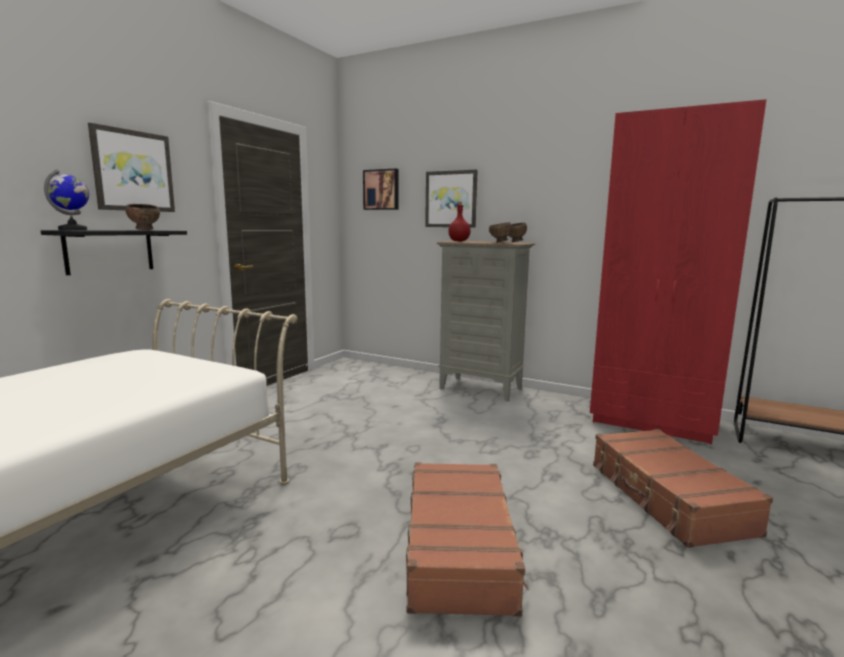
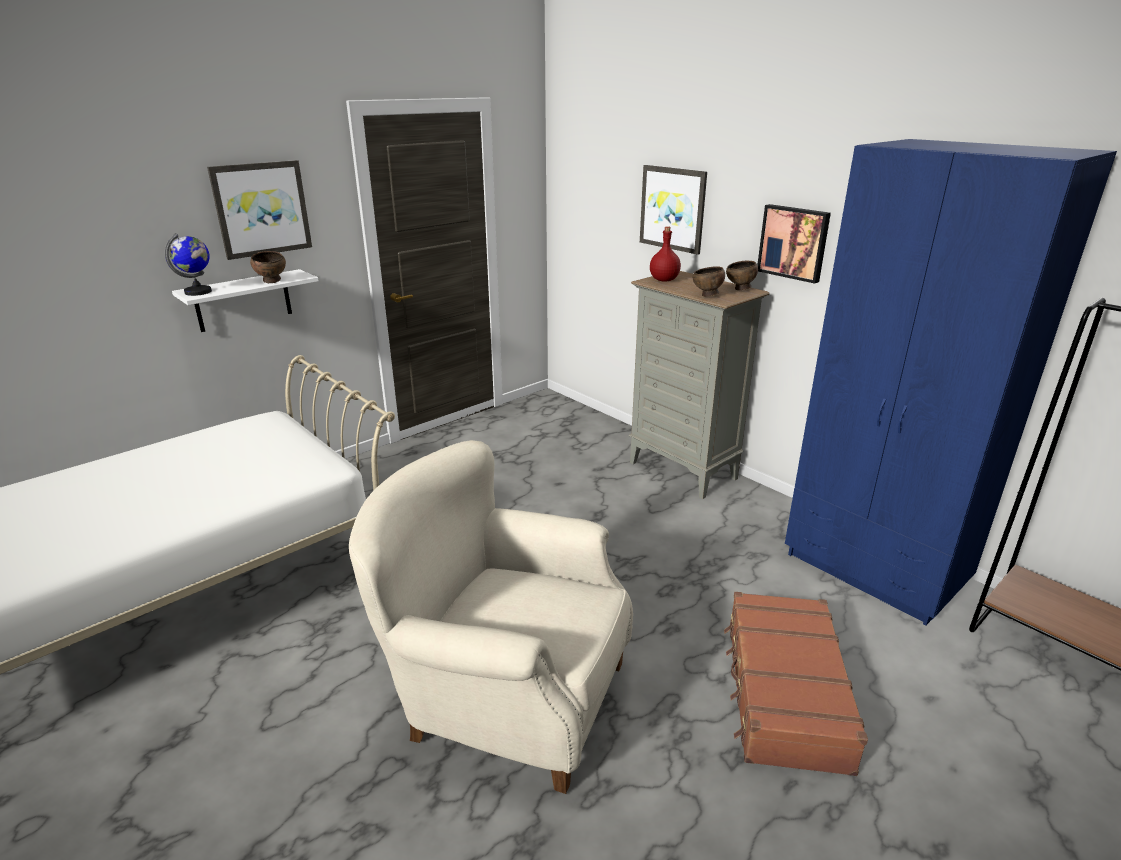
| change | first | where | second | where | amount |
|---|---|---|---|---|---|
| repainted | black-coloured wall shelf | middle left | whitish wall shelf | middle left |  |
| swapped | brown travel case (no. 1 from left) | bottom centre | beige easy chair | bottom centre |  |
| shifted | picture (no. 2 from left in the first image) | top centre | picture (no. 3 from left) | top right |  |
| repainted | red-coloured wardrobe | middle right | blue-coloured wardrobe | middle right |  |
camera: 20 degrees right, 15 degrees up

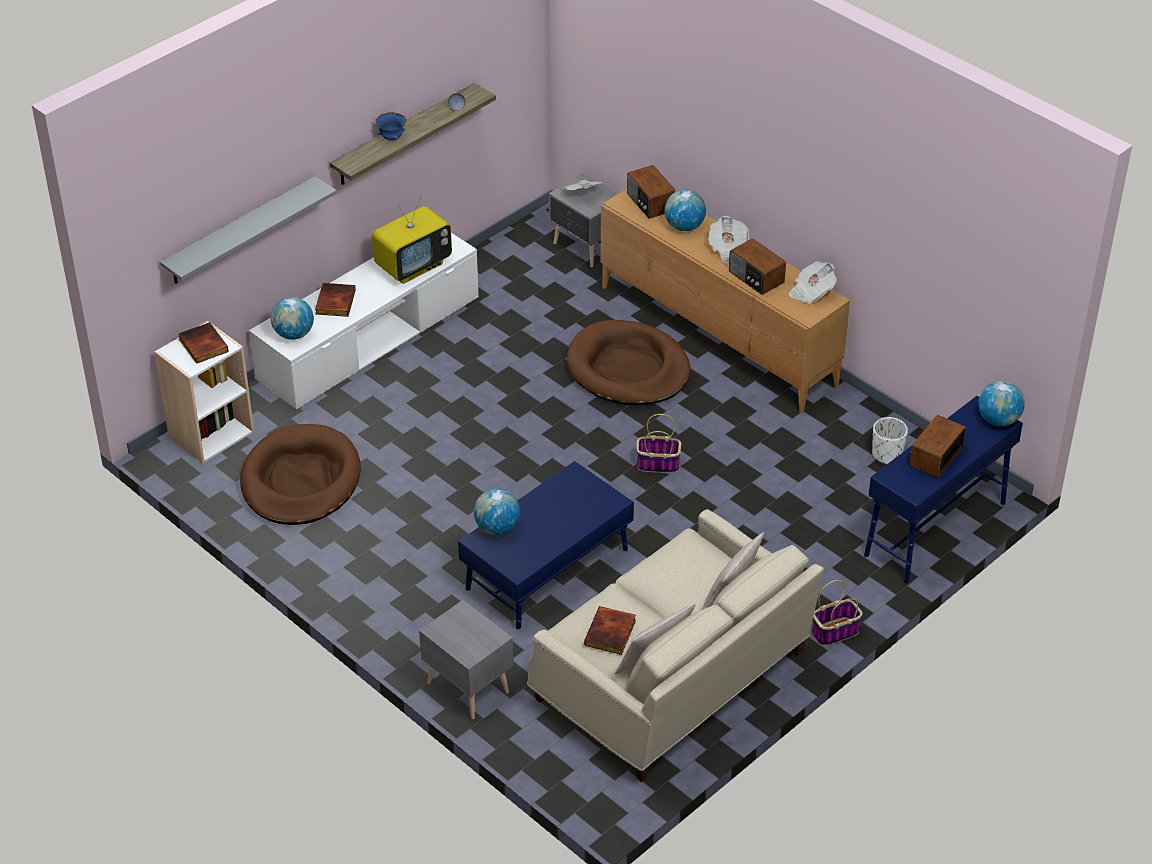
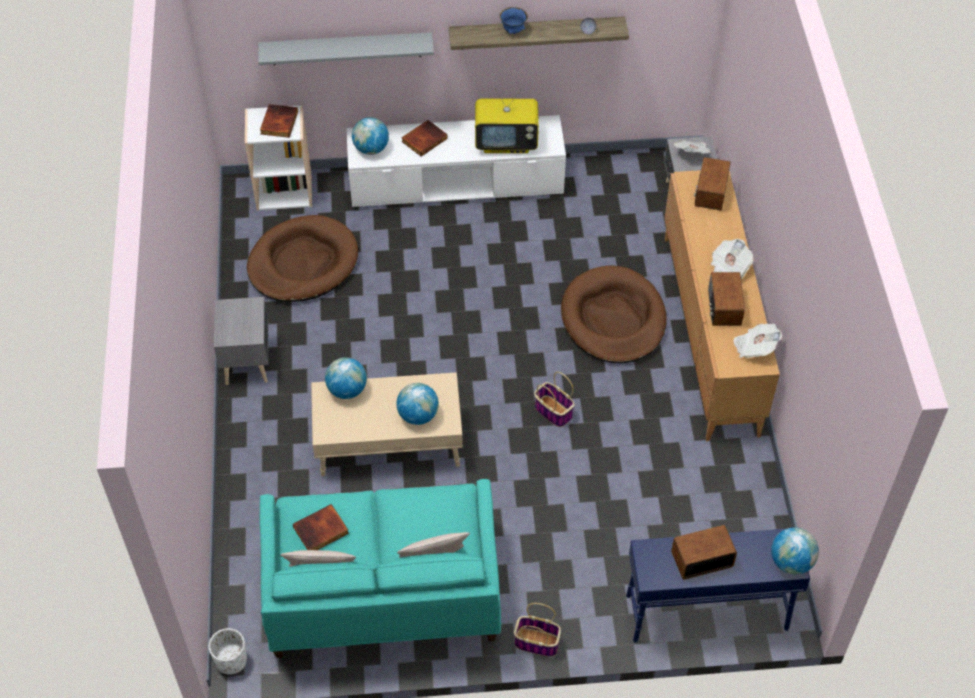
| change | first | where | second | where | amount |
|---|---|---|---|---|---|
| shifted | whitish flower pot | middle right |  | bottom left |  |
| shifted | gray night table (no. 1 from left) | bottom centre |  | middle left |  |
| repainted | beige sofa | bottom centre | blue-green sofa | bottom centre |  |
| repainted | blue-coloured coffee table | centre | beige coffee table | centre |  |
| shifted | world globe (no. 3 from left) | top centre |  | centre |  |
camera: 40 degrees right, 10 degrees up

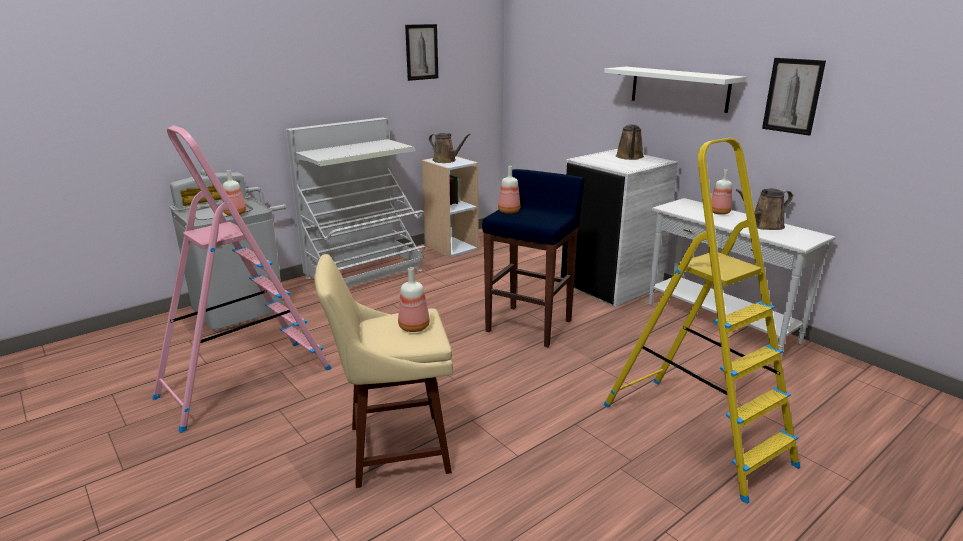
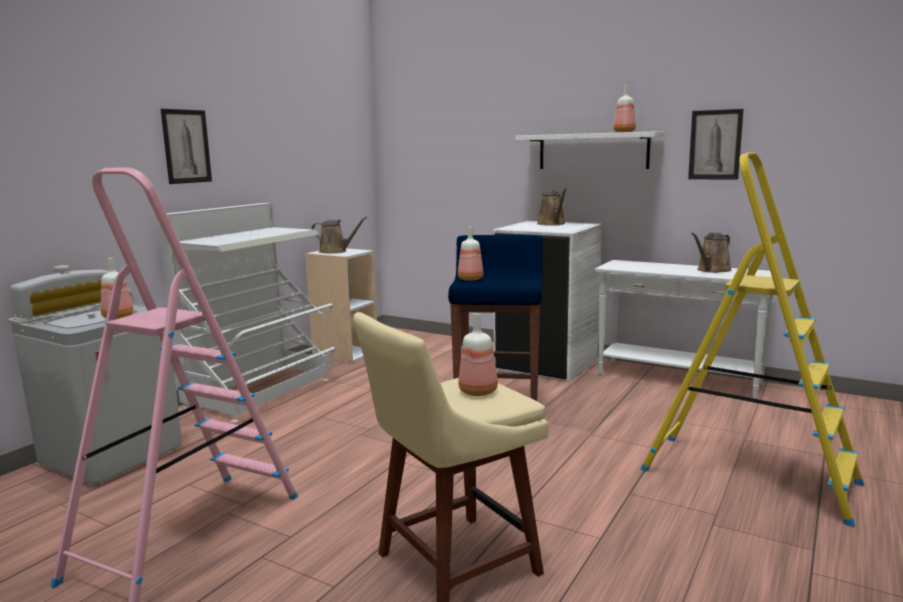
| change | first | where | second | where | amount |
|---|---|---|---|---|---|
| shifted | picture (no. 1 from left) | top centre |  | top left |  |
| shifted | drink bottle (no. 4 from left) | middle right |  | top right |  |
camera: 20 degrees left, 10 degrees down

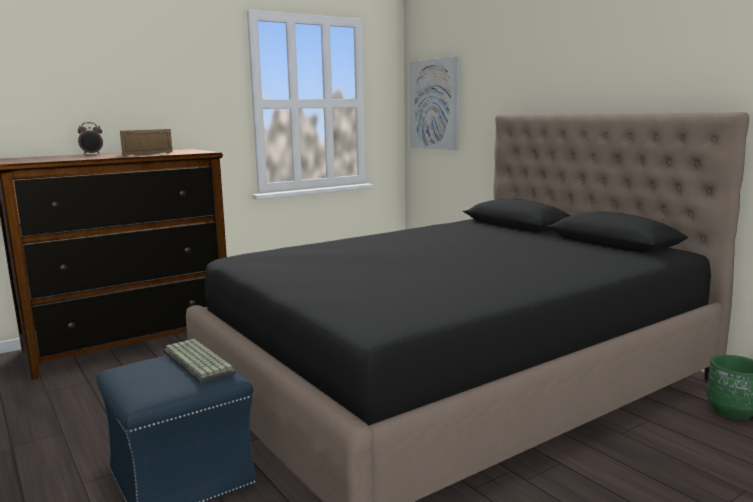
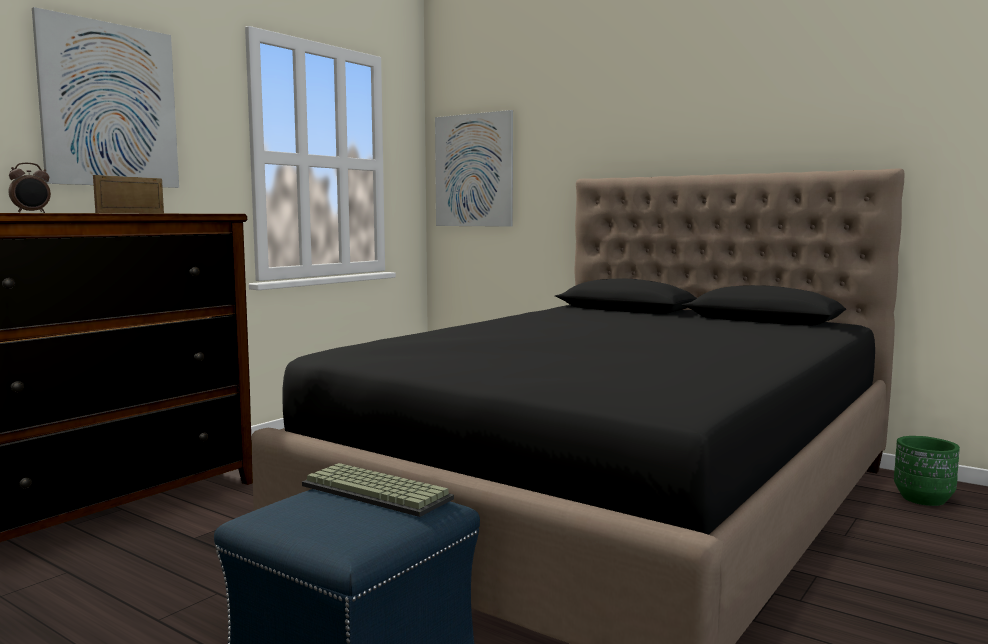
| change | first | where | second | where | amount |
|---|---|---|---|---|---|
| new |  |  | picture (no. 1 from left) | top left |  |
camera: 20 degrees left, 5 degrees down

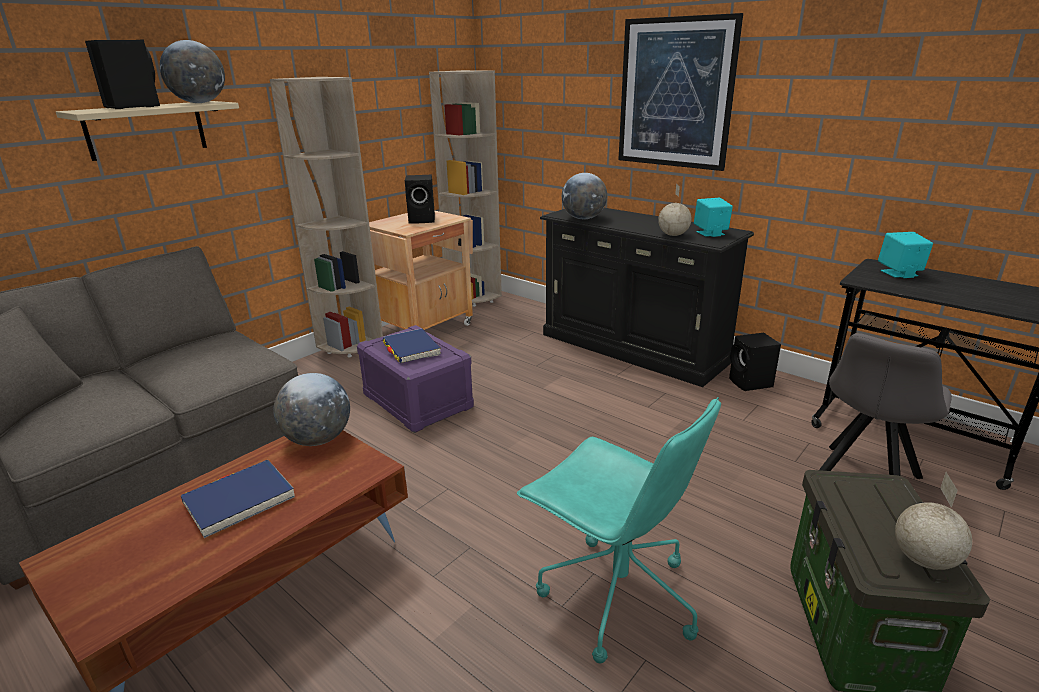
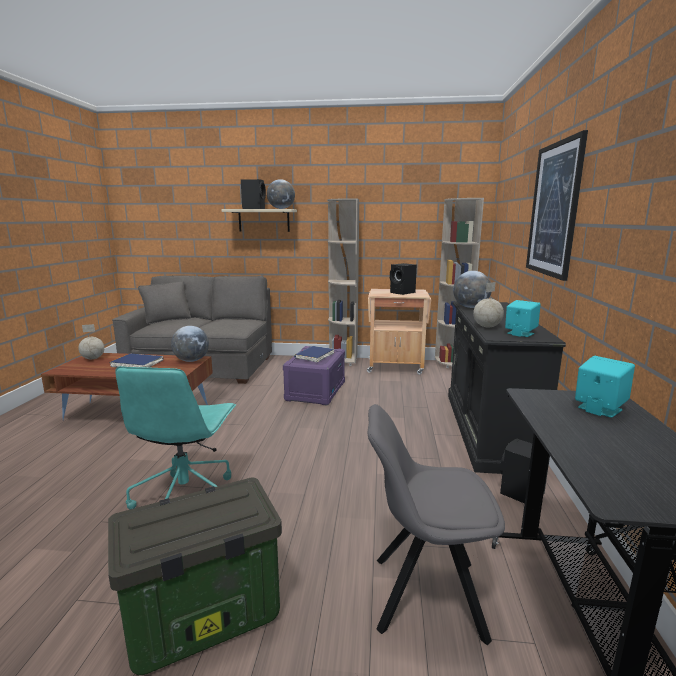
| change | first | where | second | where | amount |
|---|---|---|---|---|---|
| shifted | world globe (no. 5 from left in the first image) | bottom right | world globe (no. 1 from left) | middle left |  |
camera: 55 degrees right, 10 degrees down

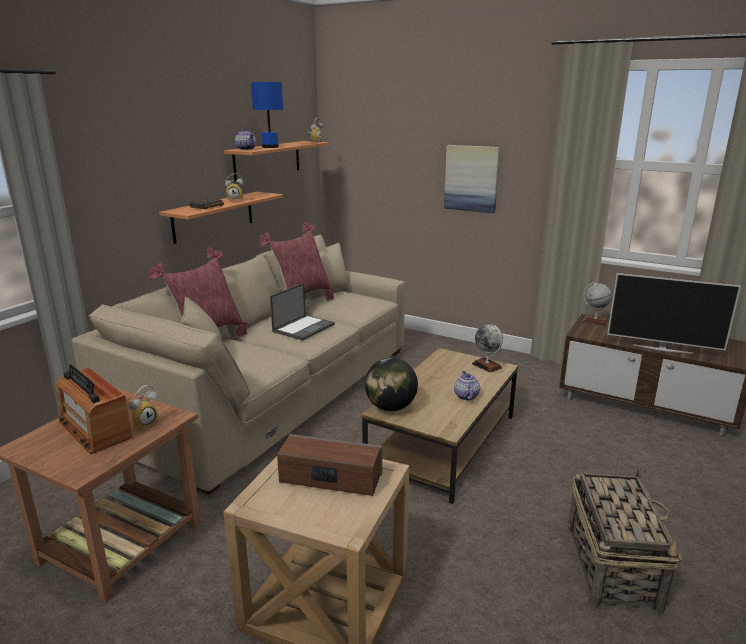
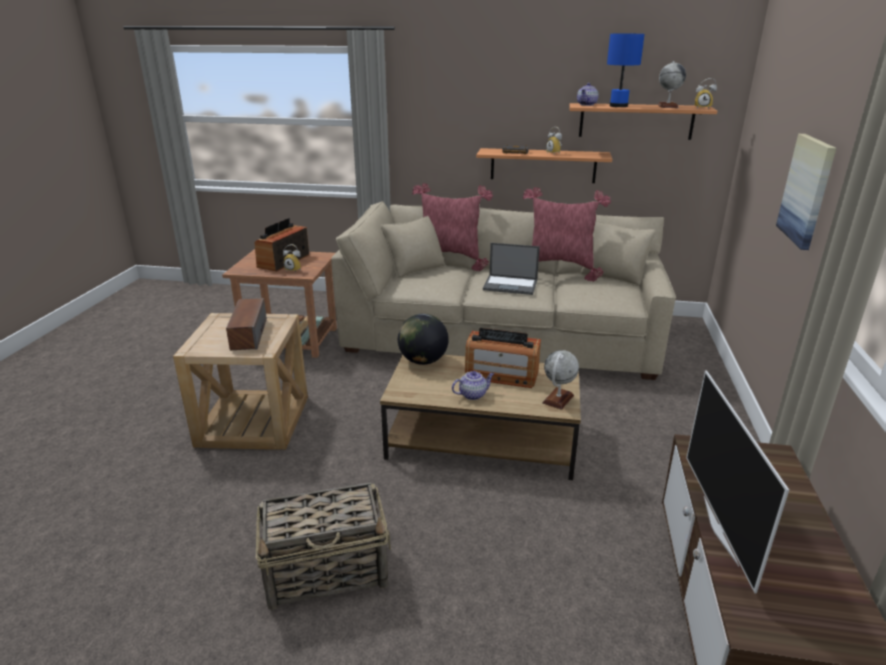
| change | first | where | second | where | amount |
|---|---|---|---|---|---|
| new |  |  | radio receiver (no. 2 from left) | centre |  |
| shifted | world globe (no. 3 from left) | middle right |  | top right |  |
camera: 70 degrees right, 5 degrees up

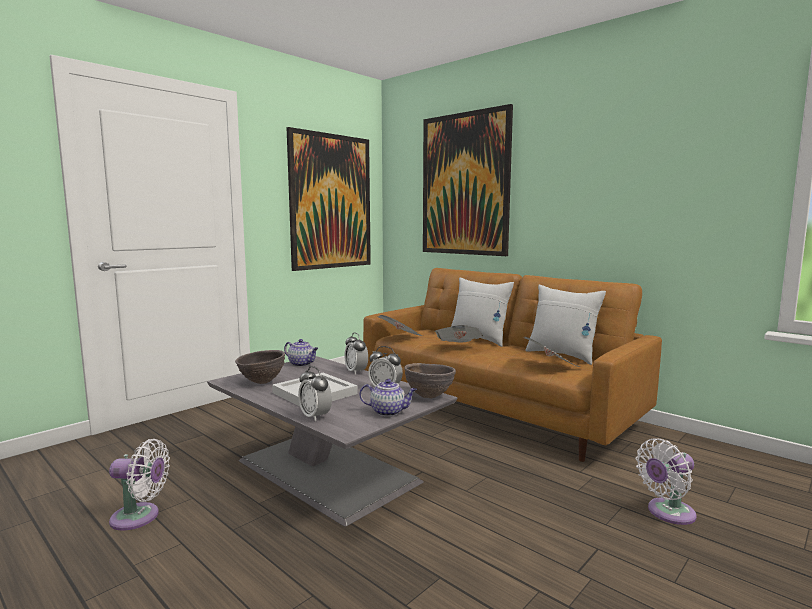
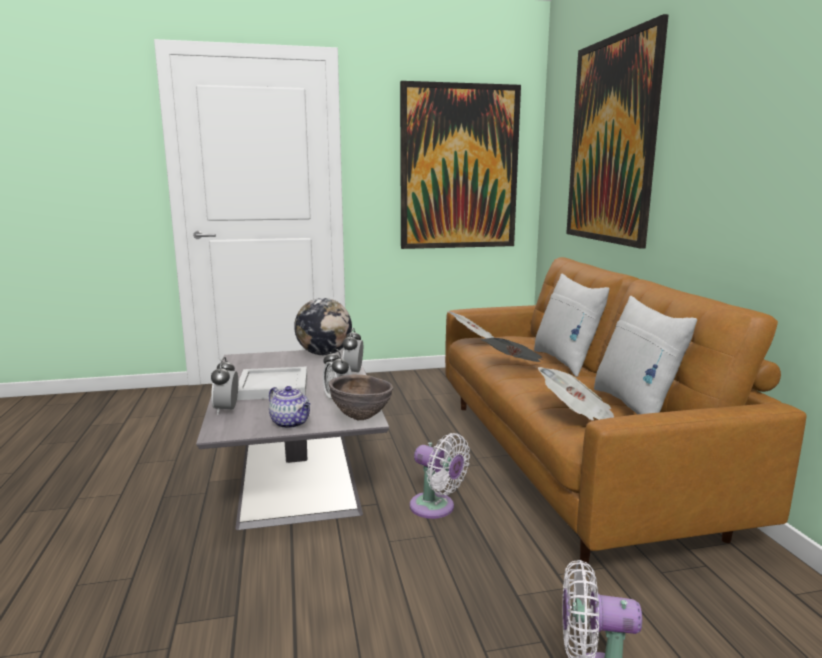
| change | first | where | second | where | amount |
|---|---|---|---|---|---|
| swapped | tea pot (no. 1 from left) | centre | world globe | centre |  |
| shifted | whitish cooling fan (no. 1 from left) | bottom left |  | bottom centre |  |
| gone | brown bowl (no. 1 from left) | middle left |  |  |  |
camera: 35 degrees right, 5 degrees up

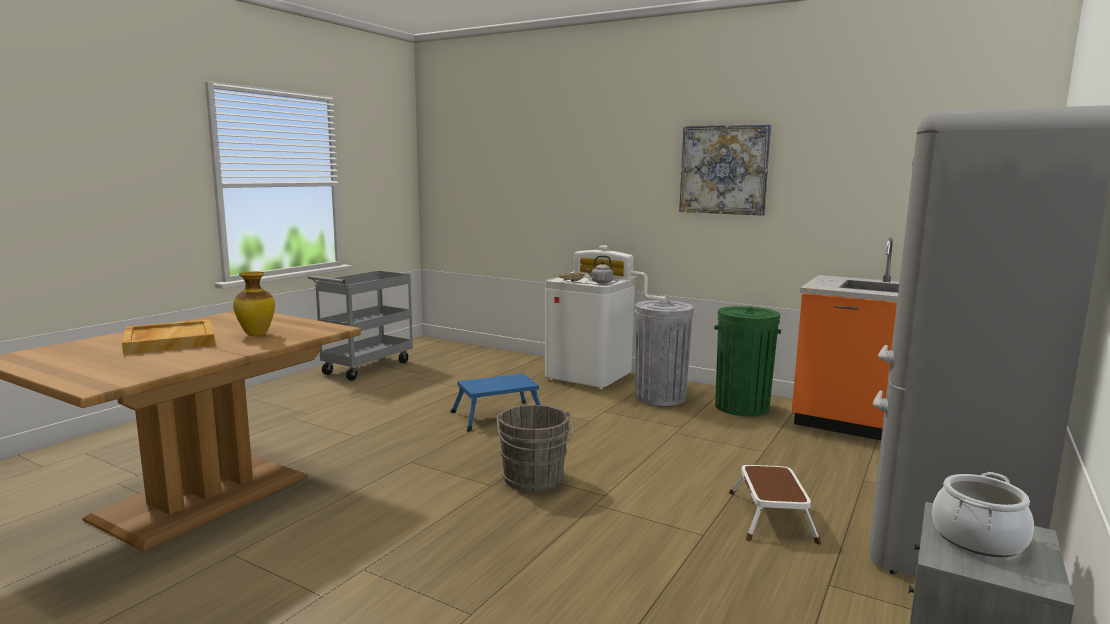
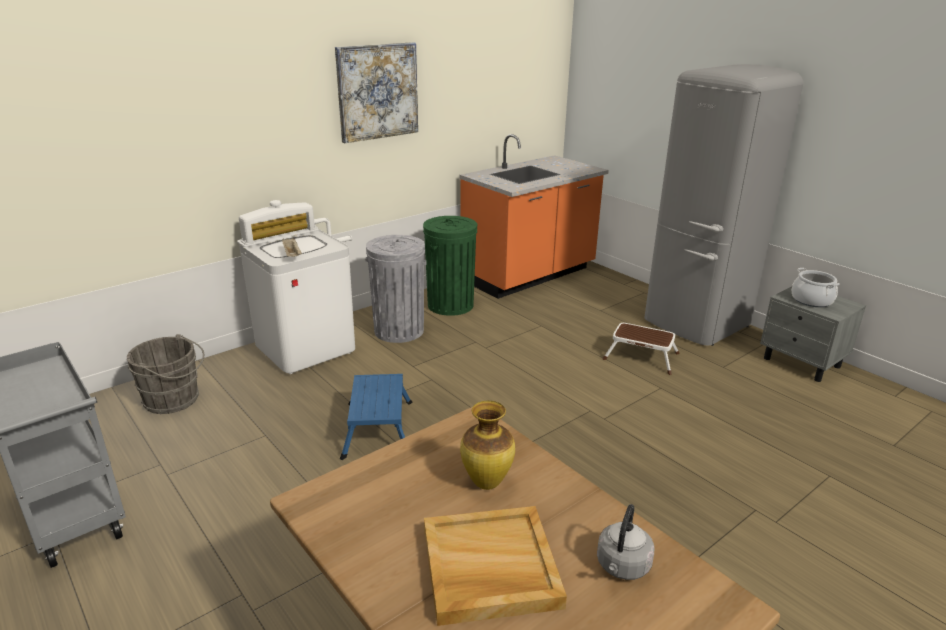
| change | first | where | second | where | amount |
|---|---|---|---|---|---|
| shifted | gray pail | bottom centre |  | middle left |  |
| shifted | gray water kettle | centre |  | bottom centre |  |
camera: 70 degrees left, 15 degrees up

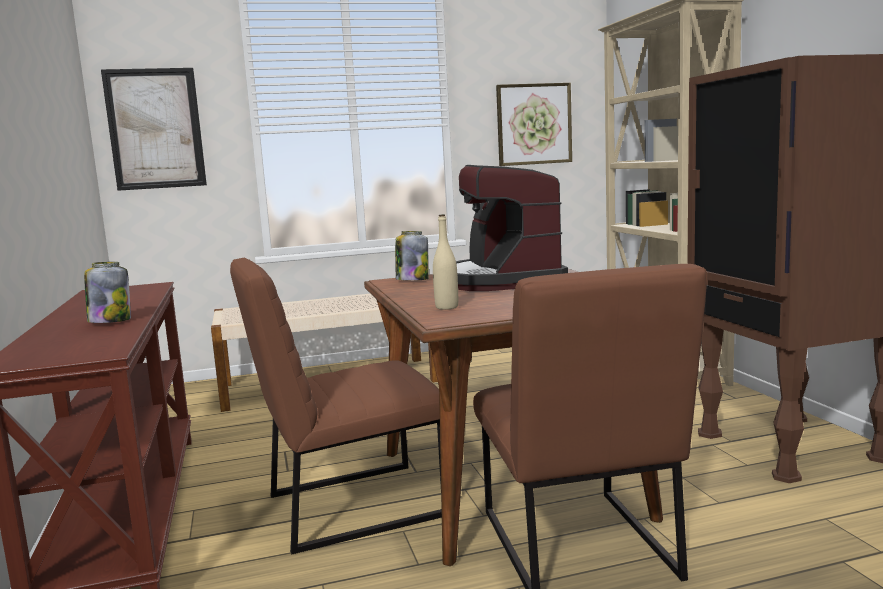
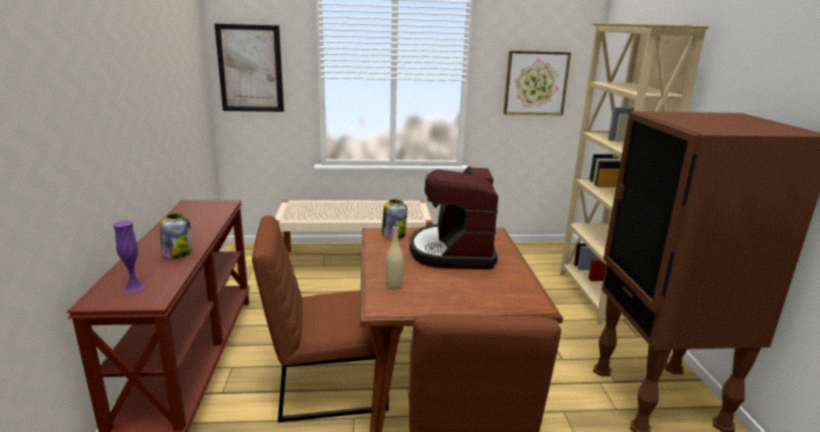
| change | first | where | second | where | amount |
|---|---|---|---|---|---|
| new |  |  | purplish vase | middle left |  |
camera: 10 degrees right, 10 degrees up

